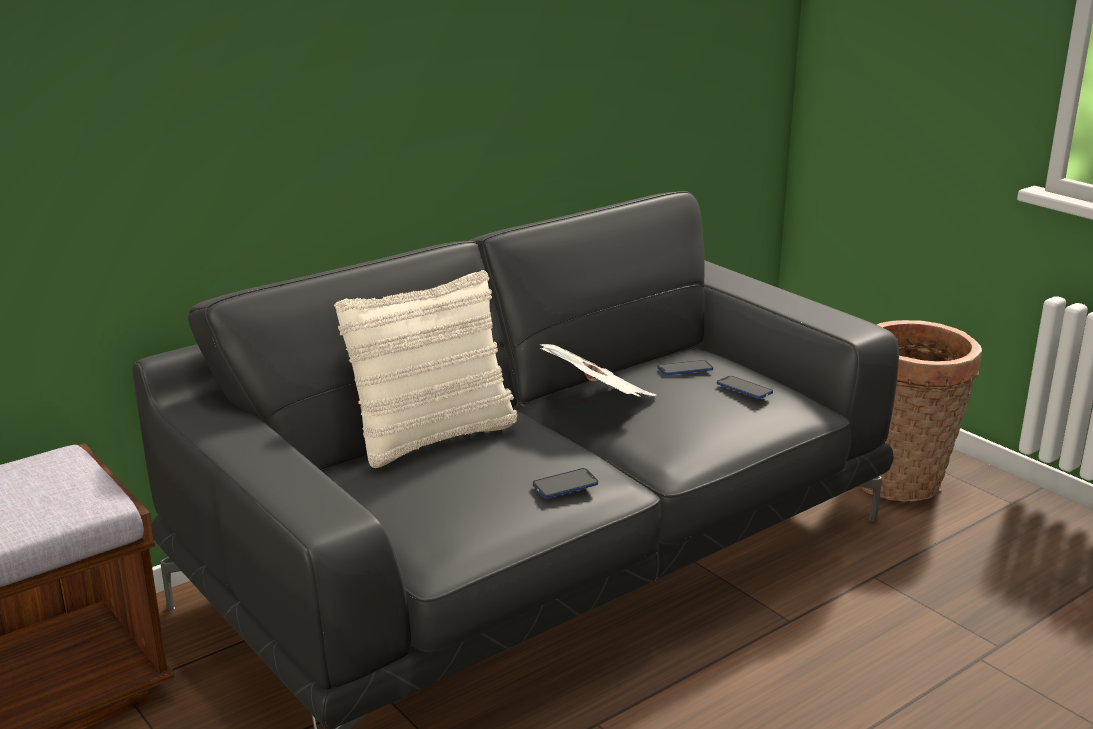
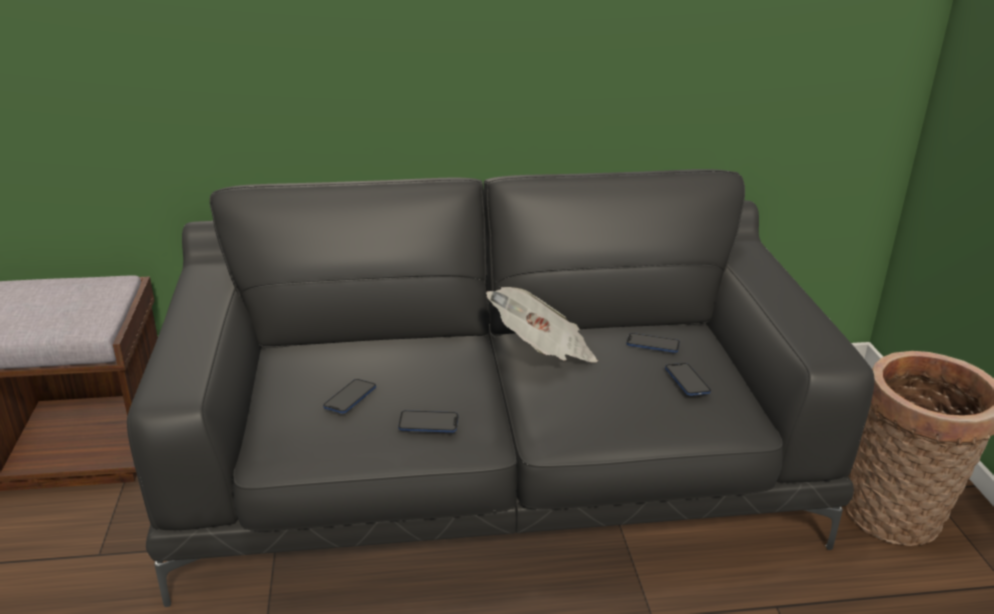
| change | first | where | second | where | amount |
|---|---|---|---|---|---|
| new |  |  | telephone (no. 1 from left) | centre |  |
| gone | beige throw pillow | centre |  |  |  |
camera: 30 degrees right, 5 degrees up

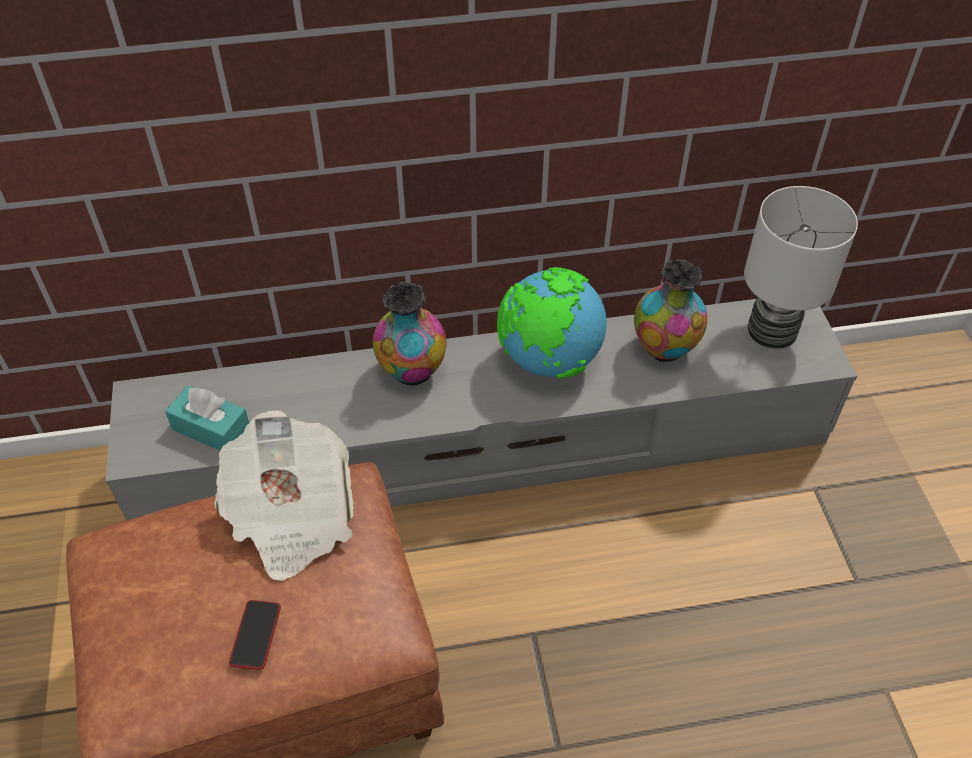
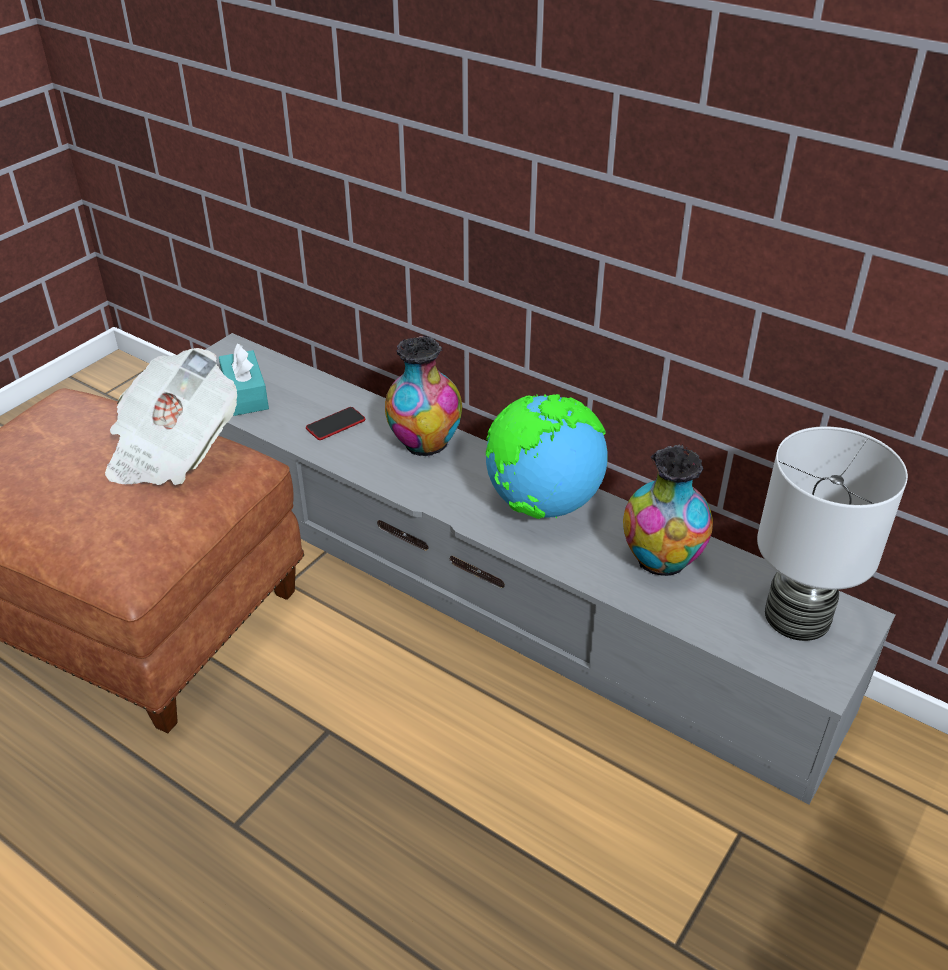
| change | first | where | second | where | amount |
|---|---|---|---|---|---|
| shifted | telephone | bottom left |  | centre |  |
camera: 45 degrees right, 10 degrees down

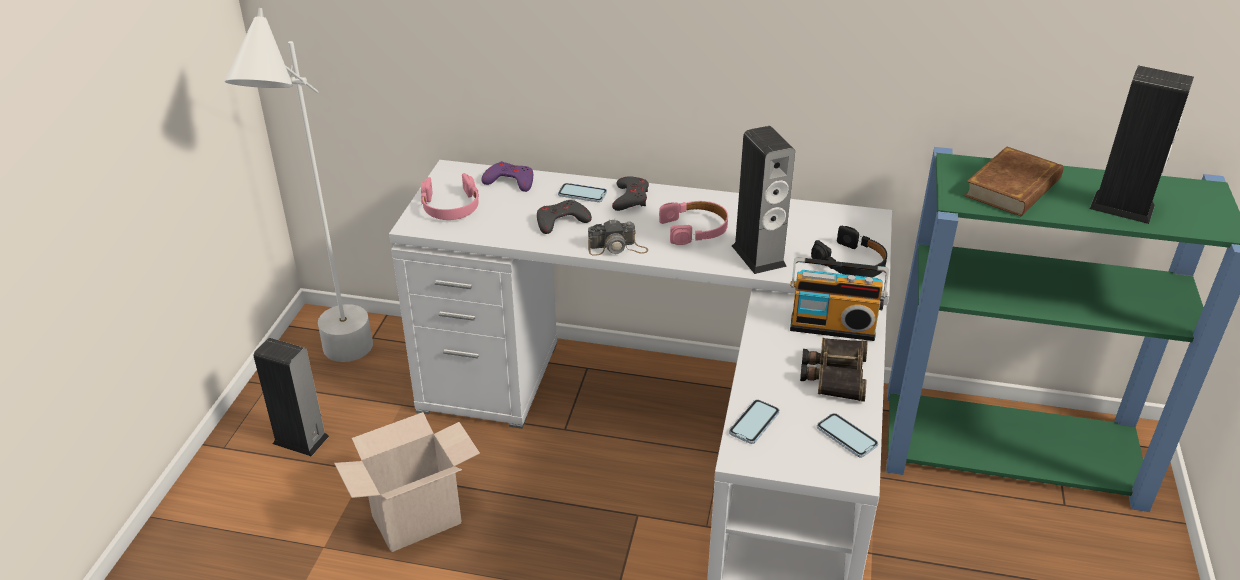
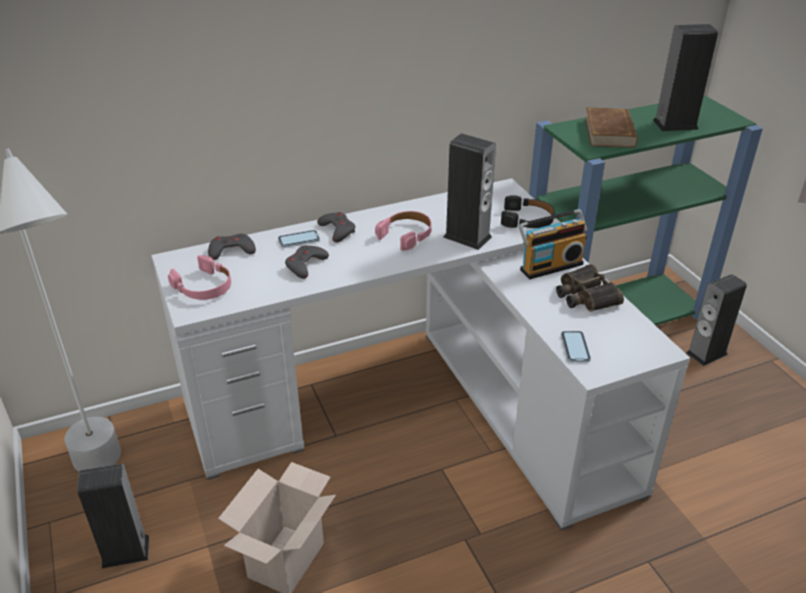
| change | first | where | second | where | amount |
|---|---|---|---|---|---|
| repainted | purplish game controller | top centre | gray game controller (no. 1 from left) | middle left |  |
| new |  |  | speaker (no. 4 from left) | middle right |  |
| gone | photo camera | centre |  |  |  |
| gone | telephone (no. 3 from left) | bottom right |  |  |  |
camera: 35 degrees left, 0 degrees up

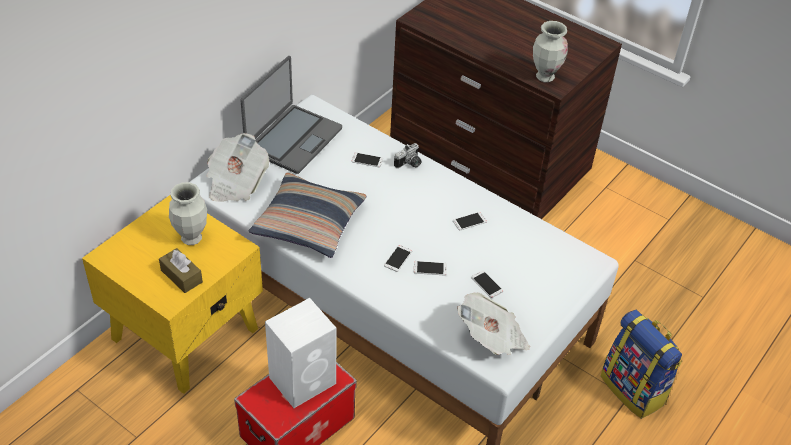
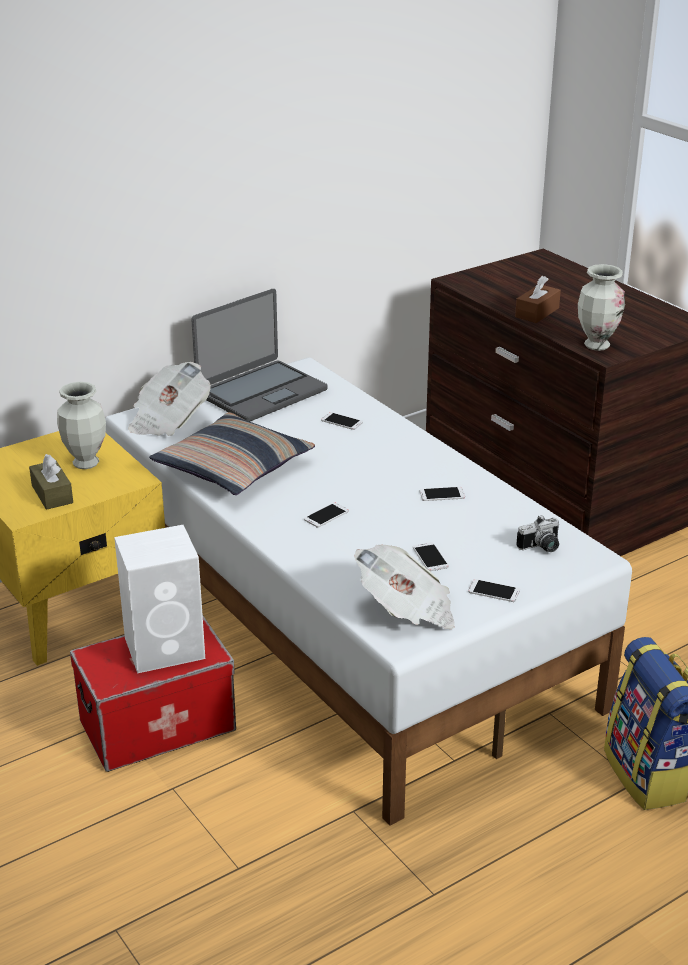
| change | first | where | second | where | amount |
|---|---|---|---|---|---|
| shifted | telephone (no. 3 from left in the first image) | centre | telephone (no. 5 from left) | middle right |  |
| new |  |  | brown tissue box (no. 2 from left) | top right |  |
| shifted | photo camera | centre |  | middle right |  |
camera: 20 degrees right, 15 degrees down

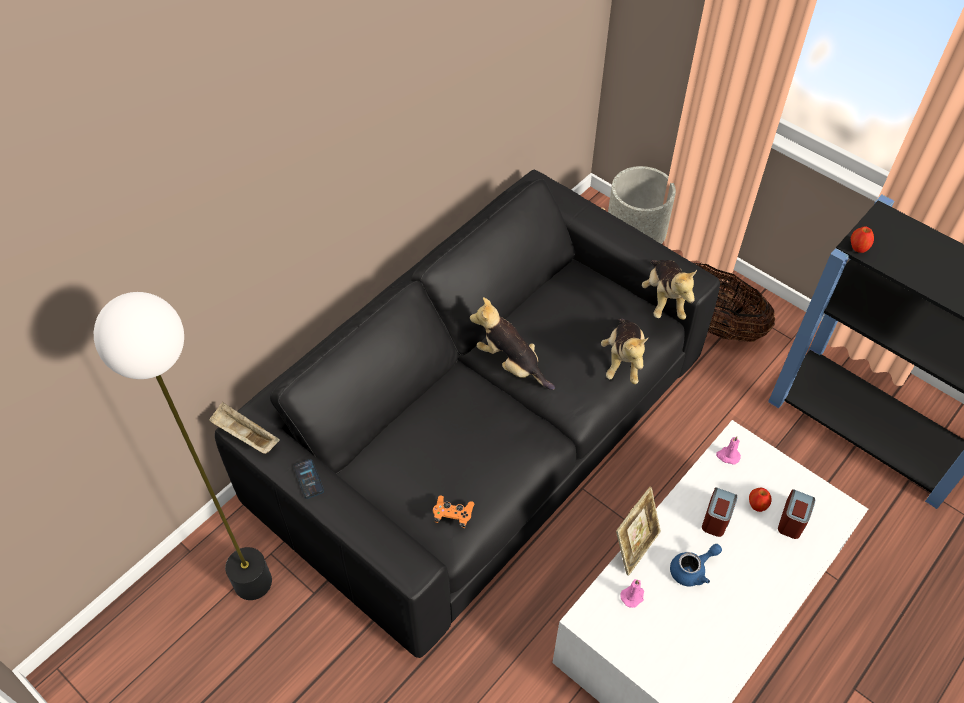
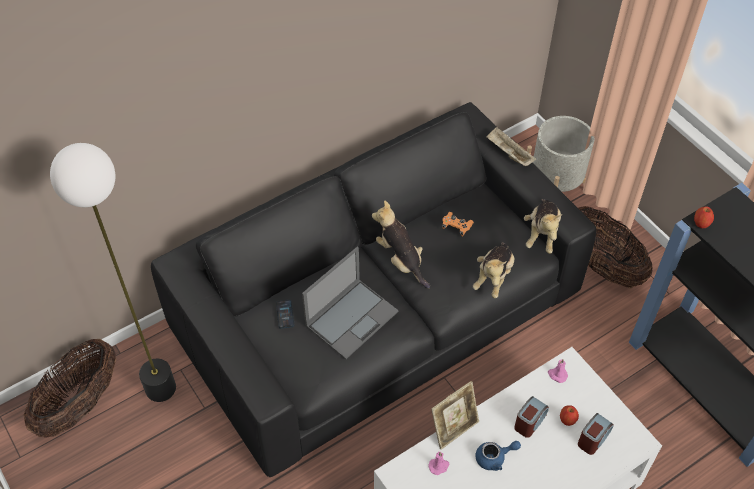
| change | first | where | second | where | amount |
|---|---|---|---|---|---|
| new |  |  | storage basket (no. 1 from left) | bottom left |  |
| shifted | telephone | bottom left |  | centre |  |
| new |  |  | portable computer | centre |  |
| shifted | orangey game controller | bottom centre |  | centre |  |
| shifted | beige tray | middle left |  | top right |  |
camera: 15 degrees right, 0 degrees up

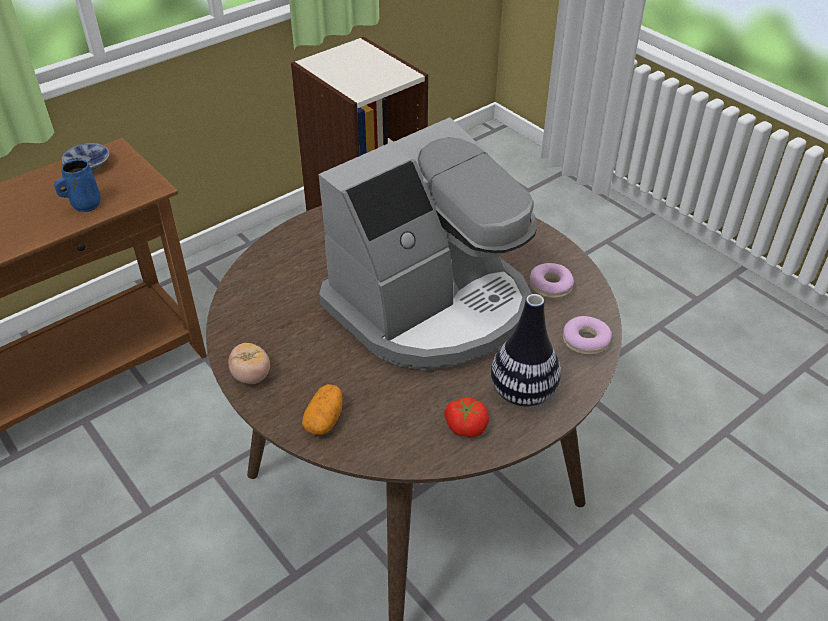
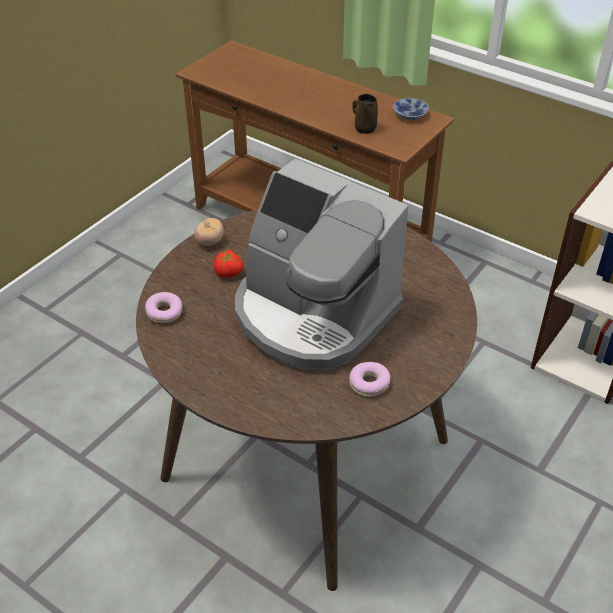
| change | first | where | second | where | amount |
|---|---|---|---|---|---|
| shifted | doughnut (no. 2 from left in the first image) | middle right | doughnut (no. 1 from left) | middle left |  |
| shifted | fresh tomato (no. 2 from left) | bottom centre |  | centre |  |
| repainted | blue-coloured mug | top left | brown mug | top centre |  |
| gone | potato | centre |  |  |  |
| gone | vase | centre |  |  |  |
camera: 75 degrees right, 0 degrees up

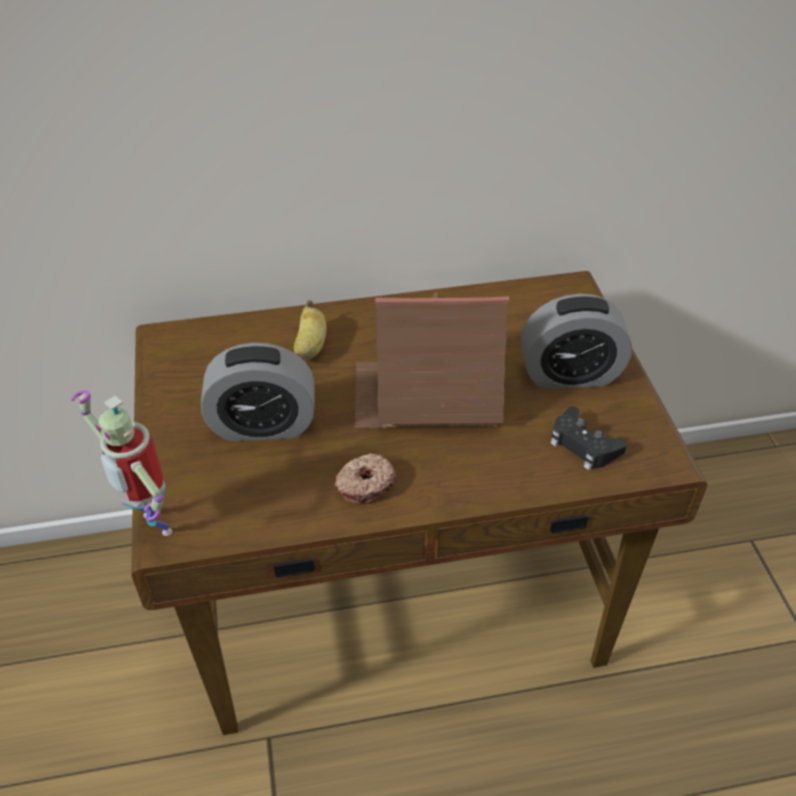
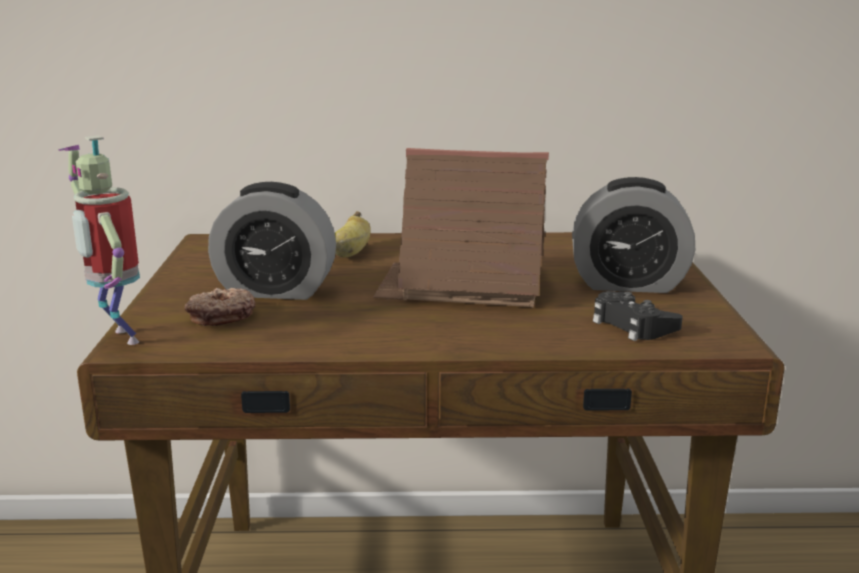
| change | first | where | second | where | amount |
|---|---|---|---|---|---|
| shifted | doughnut | centre |  | middle left |  |
camera: 10 degrees right, 25 degrees down

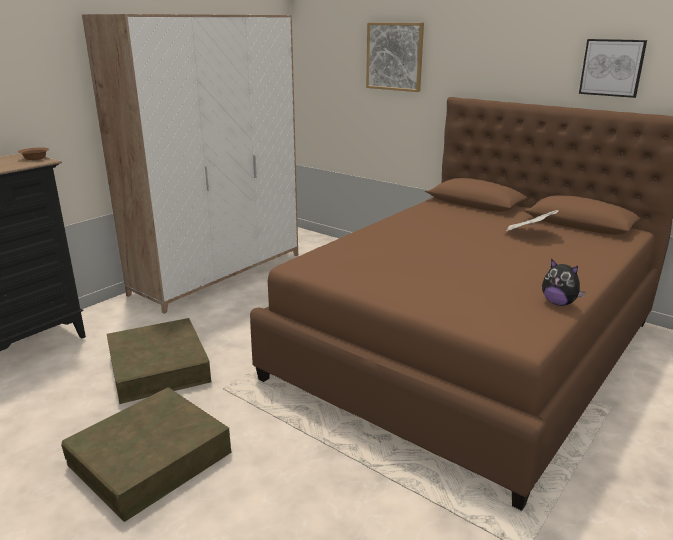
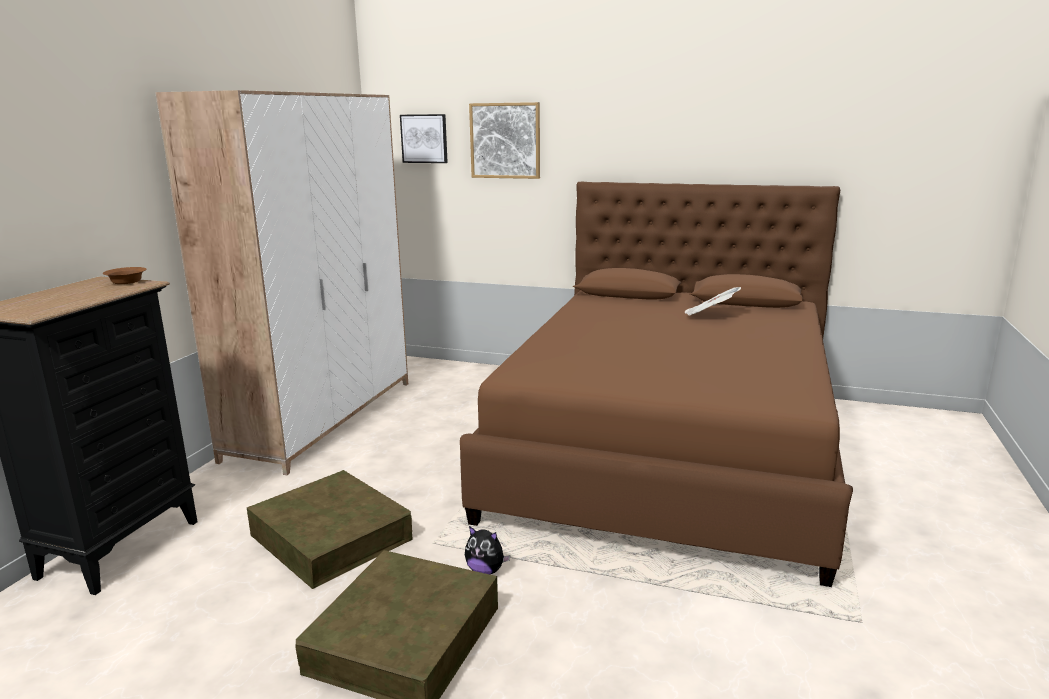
| change | first | where | second | where | amount |
|---|---|---|---|---|---|
| shifted | picture (no. 2 from left in the first image) | top right | picture (no. 1 from left) | top centre |  |
| shifted | cuddly toy | middle right |  | bottom centre |  |
camera: 20 degrees left, 5 degrees down

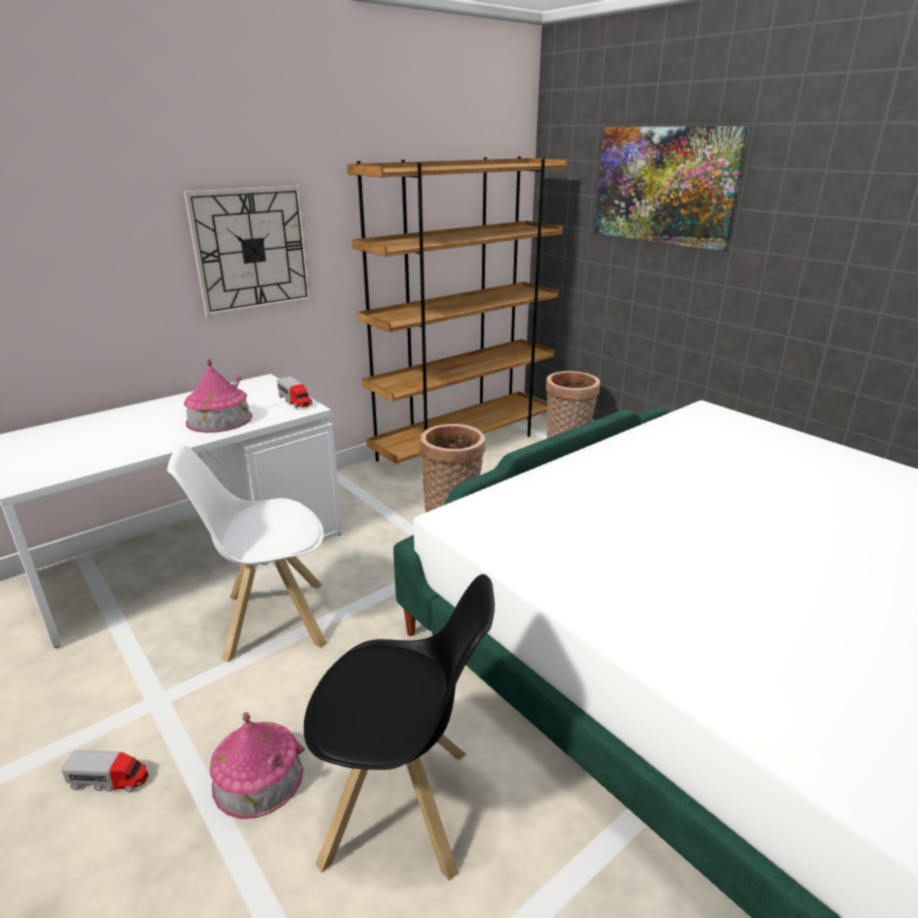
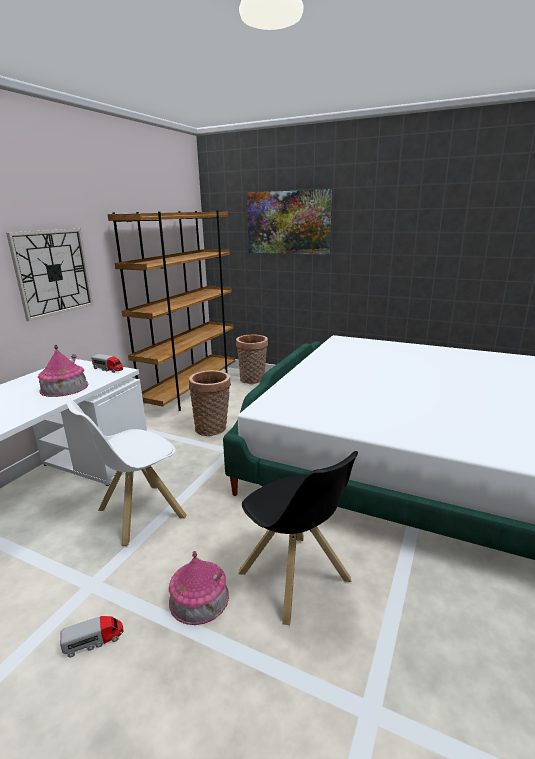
| change | first | where | second | where | amount |
|---|---|---|---|---|---|
| rotated | black-coloured plain chair | bottom centre |  | bottom centre | 75 degrees clockwise |
camera: 25 degrees left, 5 degrees down

